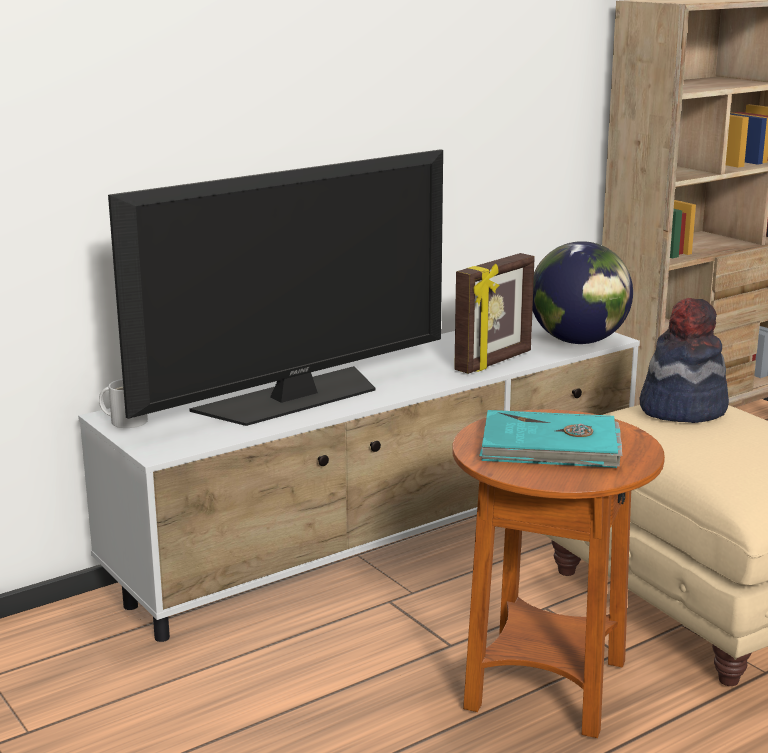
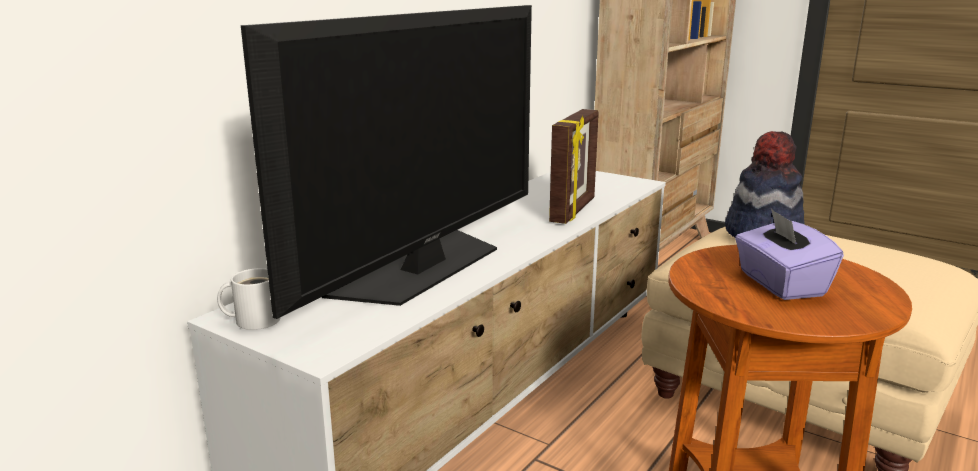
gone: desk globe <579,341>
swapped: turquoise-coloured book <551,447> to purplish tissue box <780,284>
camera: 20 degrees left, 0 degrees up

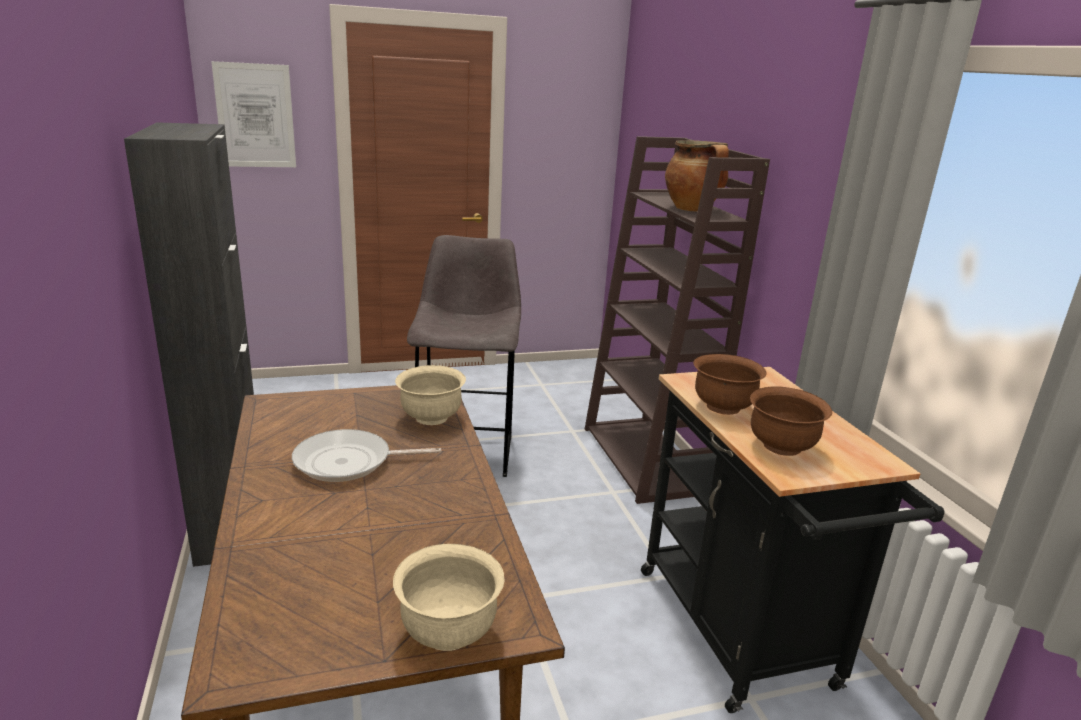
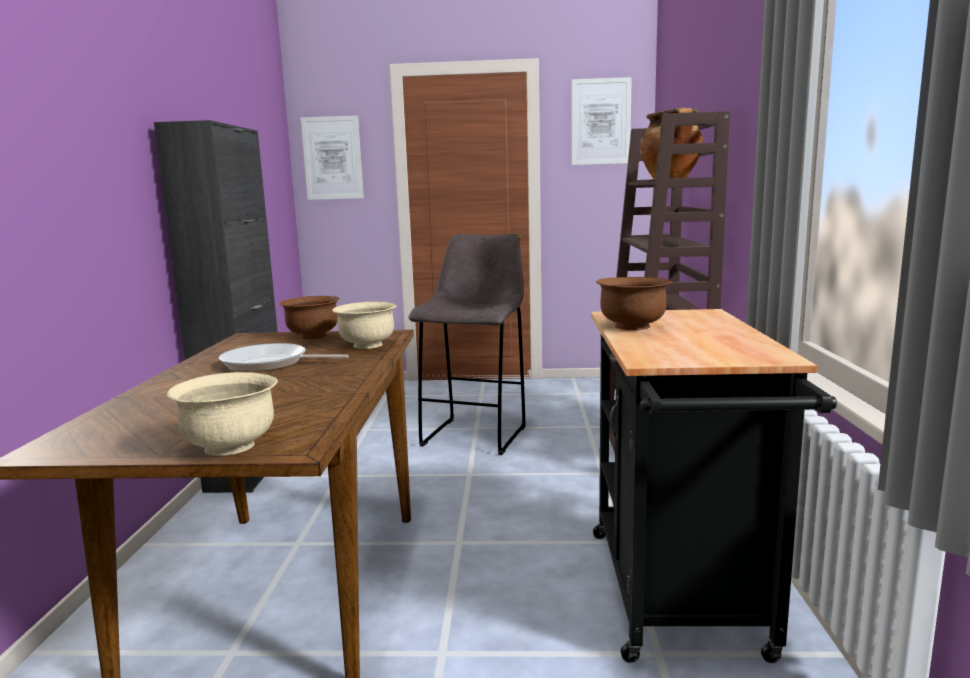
new: wall art <601,121>
shifted: brown deep dish <781,447> to <312,336>
camera: 20 degrees right, 10 degrees down

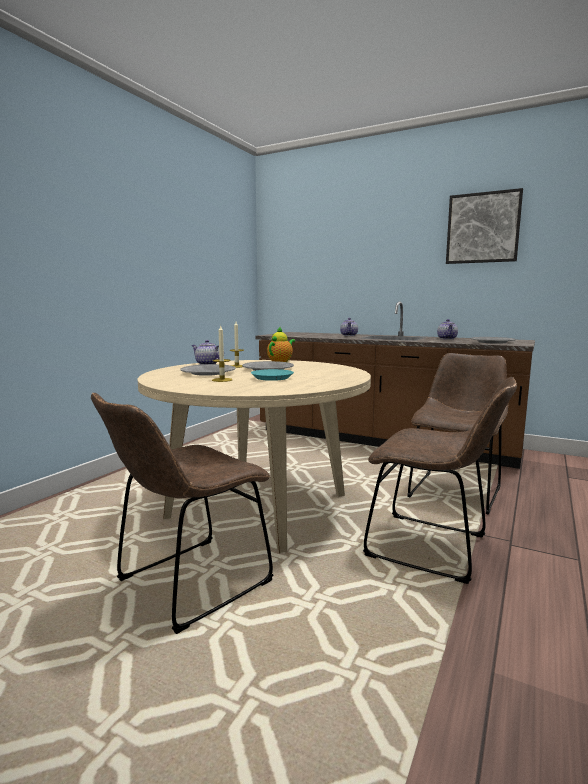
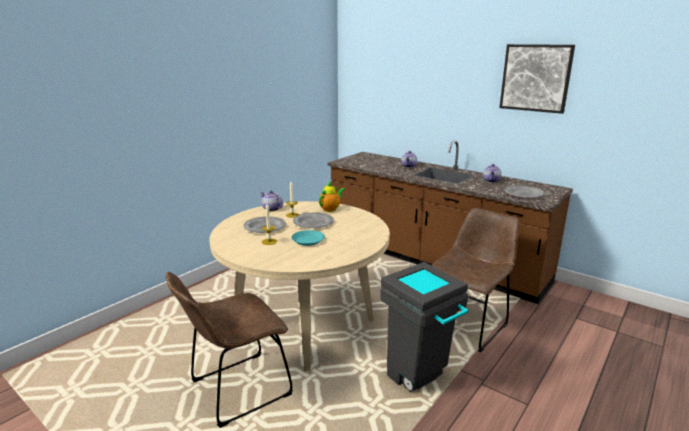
swapped: brown chair <433,548> to grey trash can <419,380>
camera: 10 degrees right, 10 degrees up

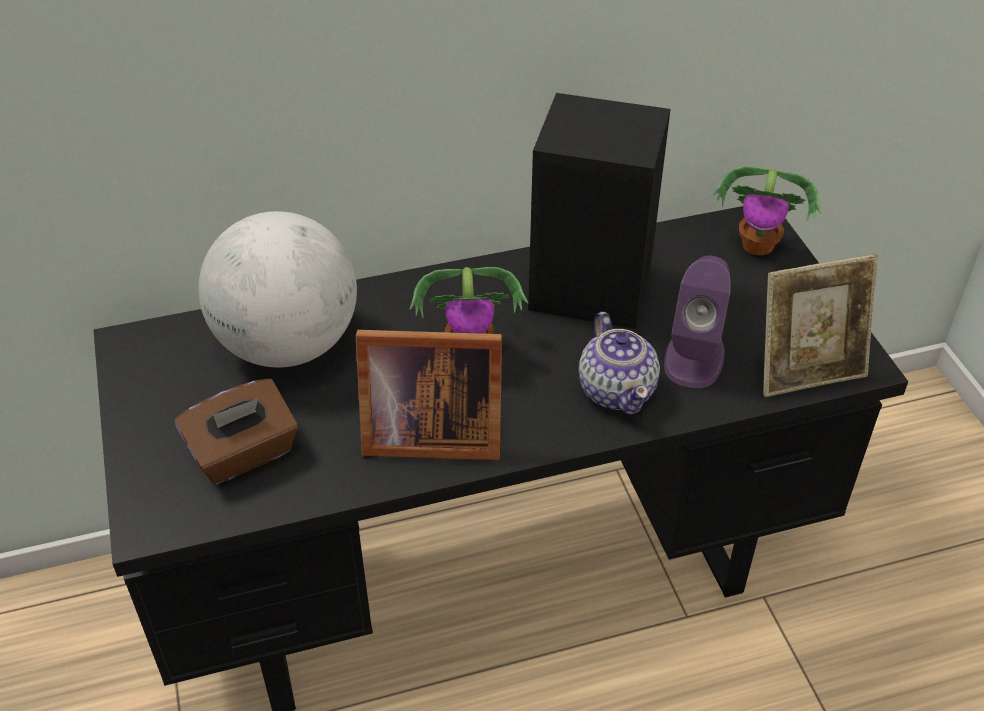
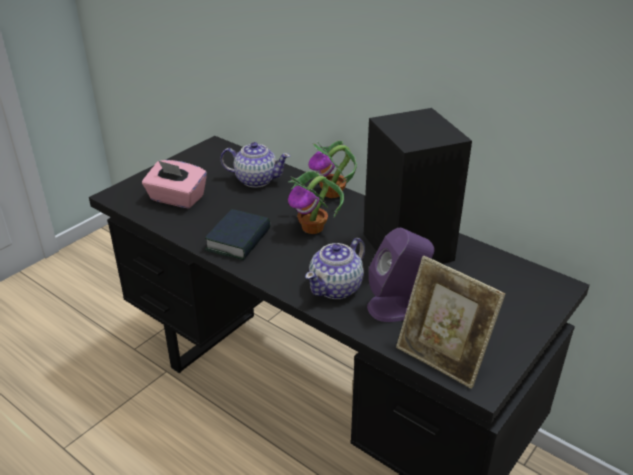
shifted: houseplant <759,245> to <333,193>
swapped: desk globe <287,345> to teapot <256,180>; picture frame <427,433> to book <238,240>
repainted: brown tissue box <244,454> to pink-coloured tissue box <176,199>
camera: 55 degrees right, 10 degrees down

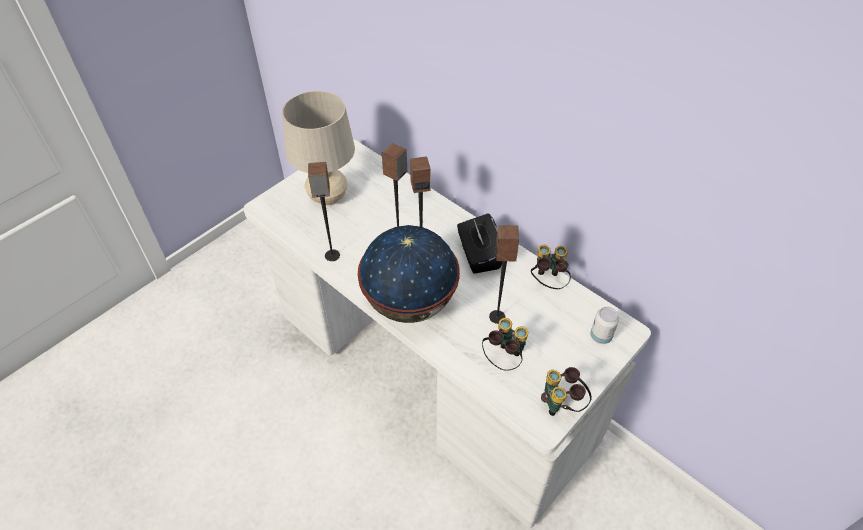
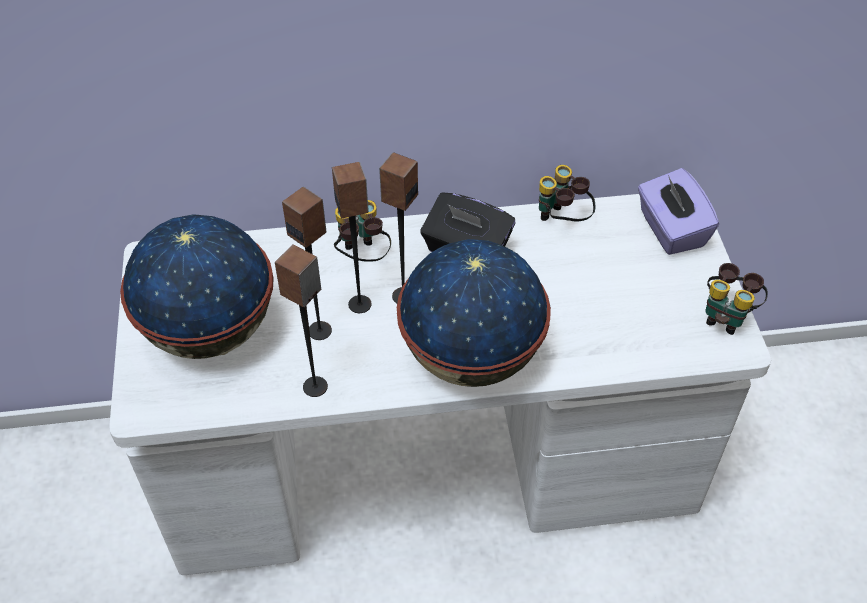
shifted: binoculars <503,358> to <362,257>; speaker <497,317> to <320,330>
swapped: beige-coloured tabletop lamp <328,197> to desk globe <209,331>; sealed can <600,336> to purplish tissue box <670,230>
camera: 50 degrees left, 0 degrees up

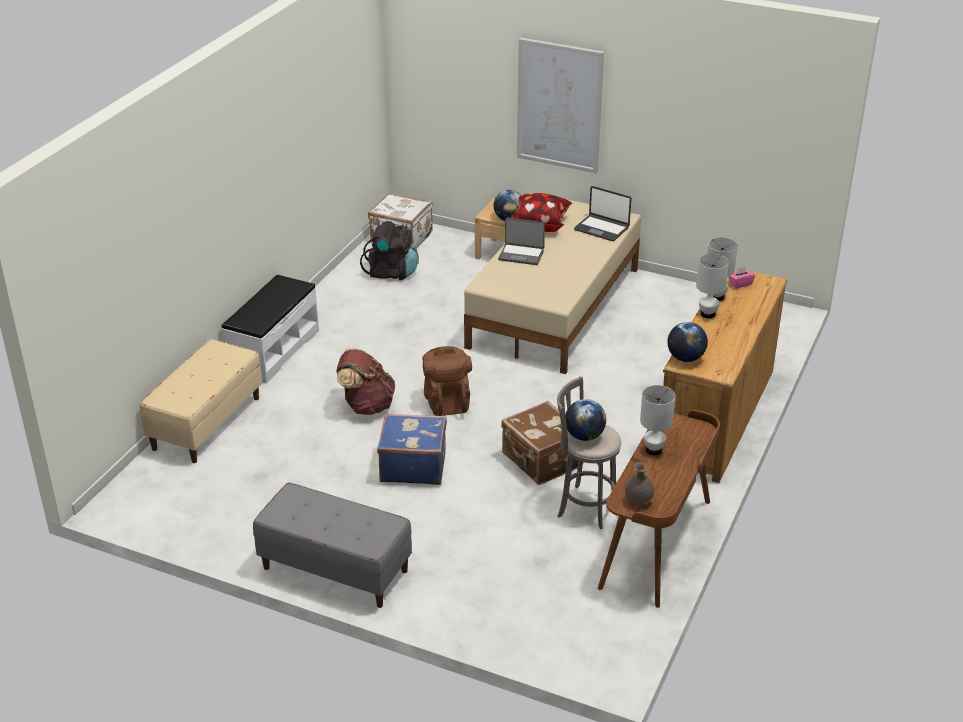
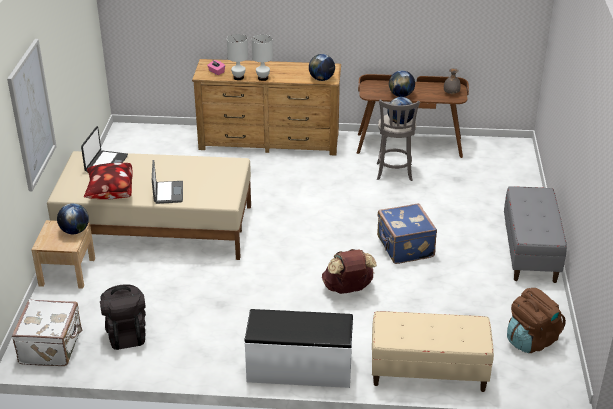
gone: brown suitcase <541,461>
shifted: brown knapsack <447,402> to <531,340>
swapped: white-coloured tabletop lamp <653,449> to desk globe <401,95>
camera: 110 degrees left, 0 degrees up

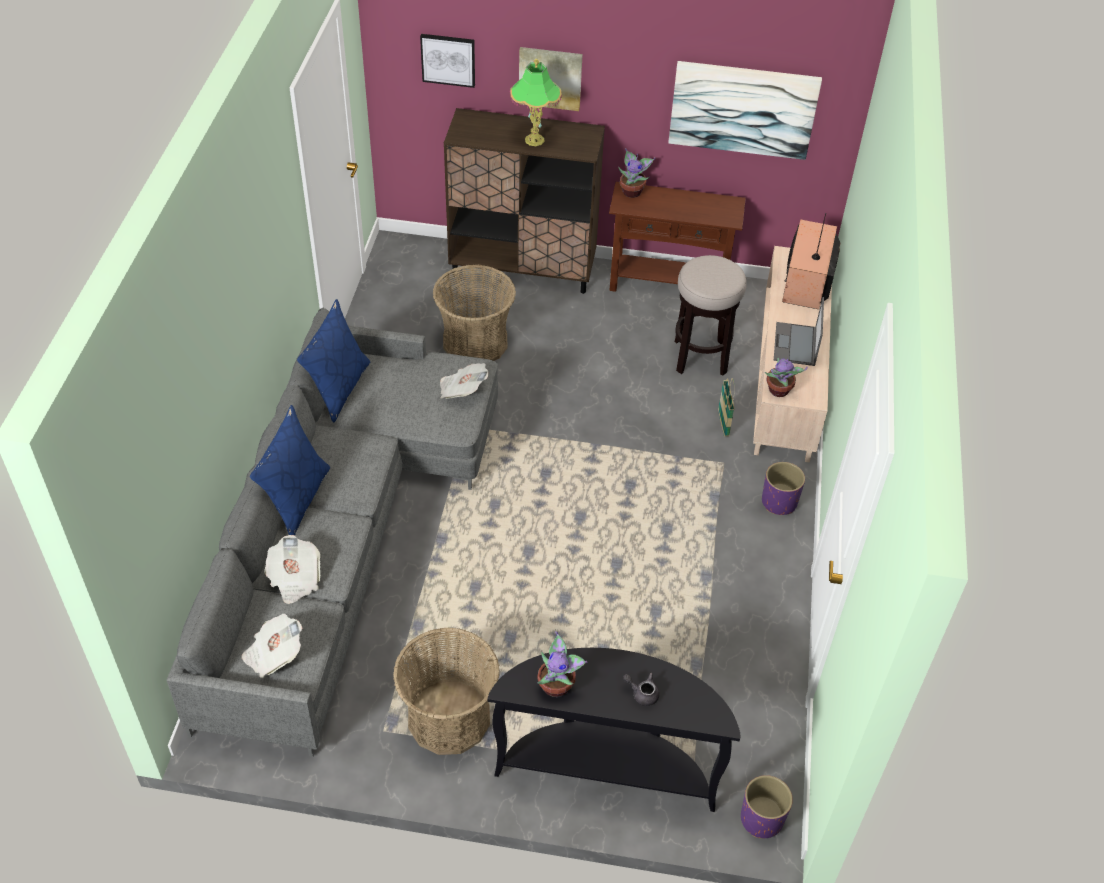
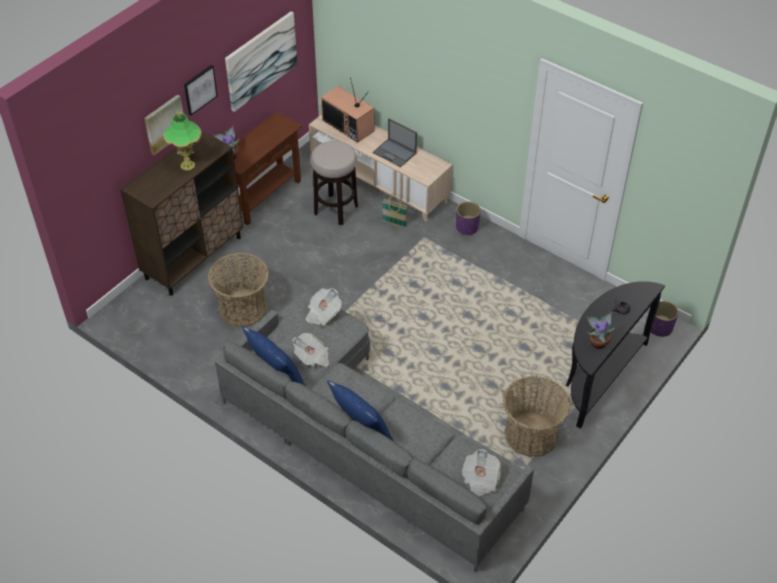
gone: houseplant <778,391>
shifted: daily paper <294,579> to <312,357>; wall art <448,59> to <199,89>
camera: 60 degrees left, 0 degrees up

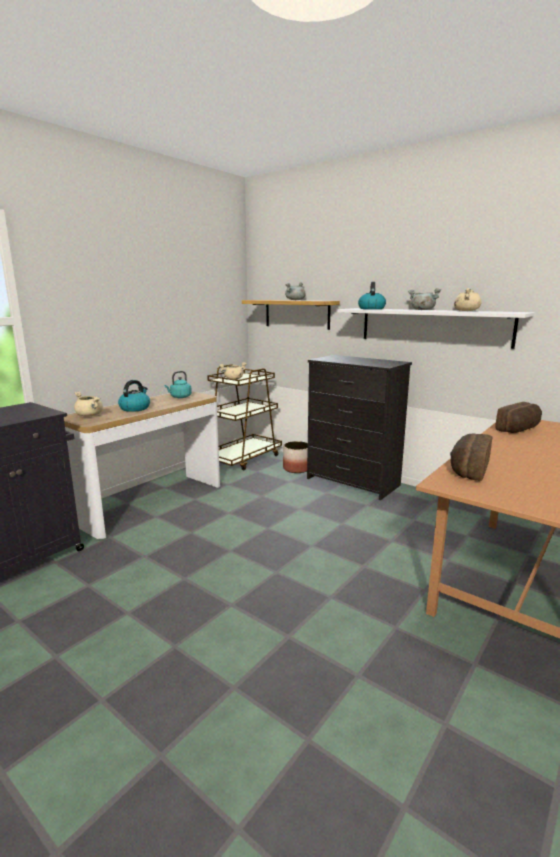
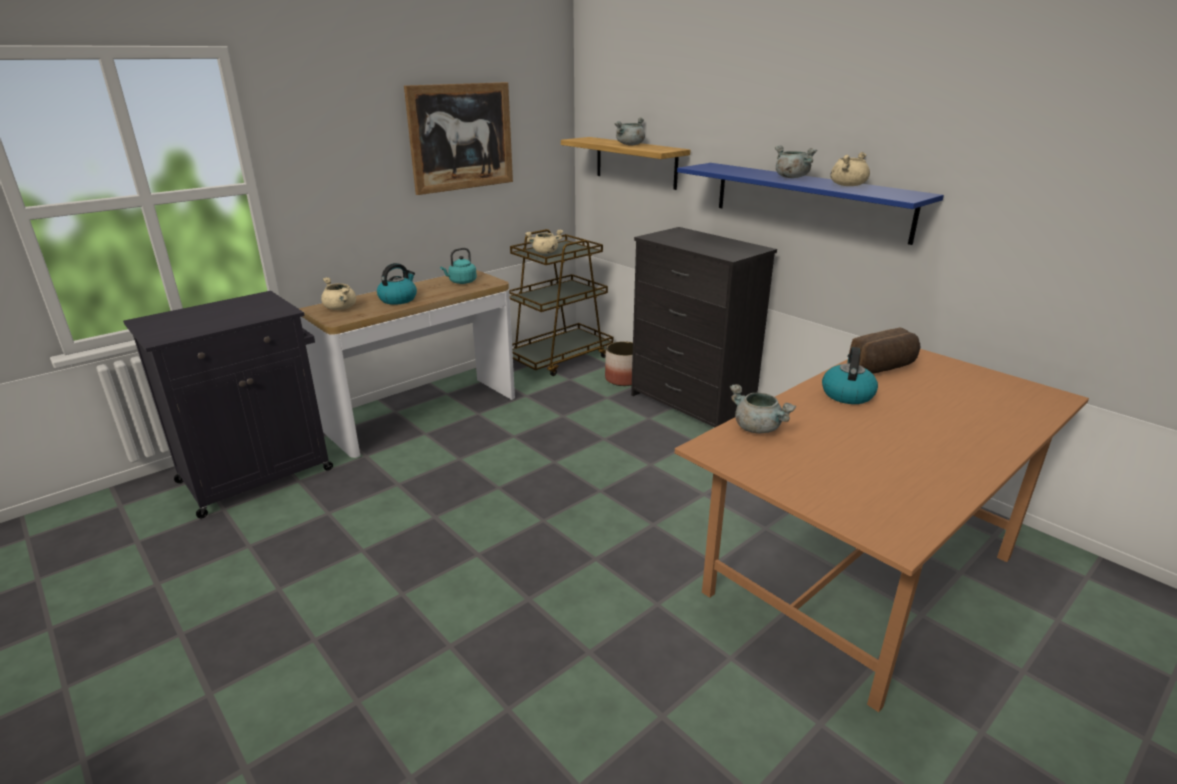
new: wall art <461,137>
shifted: kettle <371,308> to <847,394>
swapped: bakery bread <467,469> to grey saucepot <758,428>
repainted: white-coloured shelf <433,326> to blue shelf <809,200>
camera: 10 degrees right, 10 degrees up

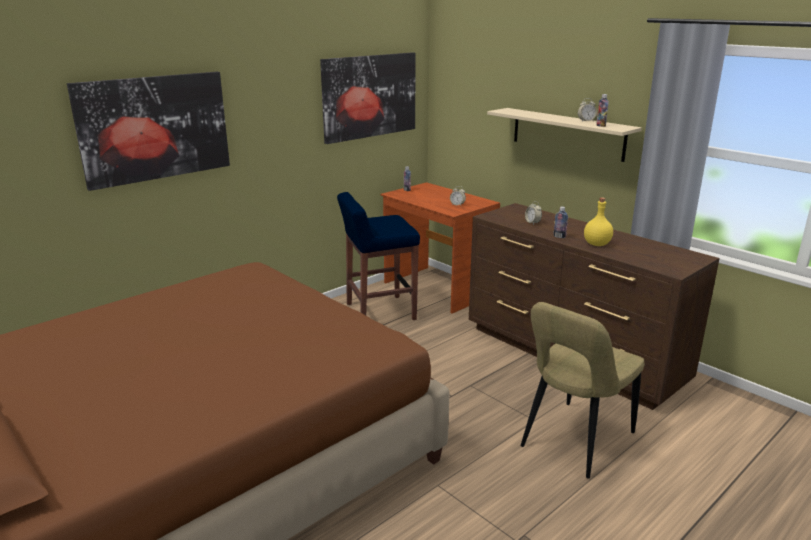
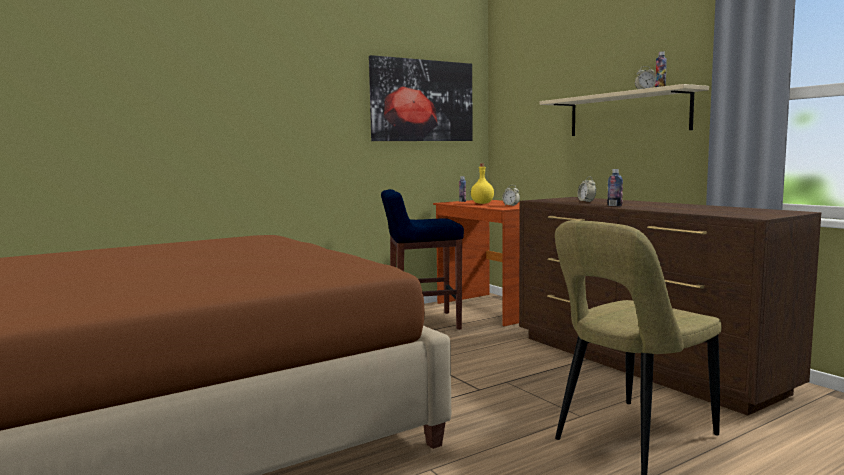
gone: wall art <154,128>
shifted: yellow-coloured beverage bottle <596,244> to <482,203>
camera: 10 degrees right, 15 degrees down

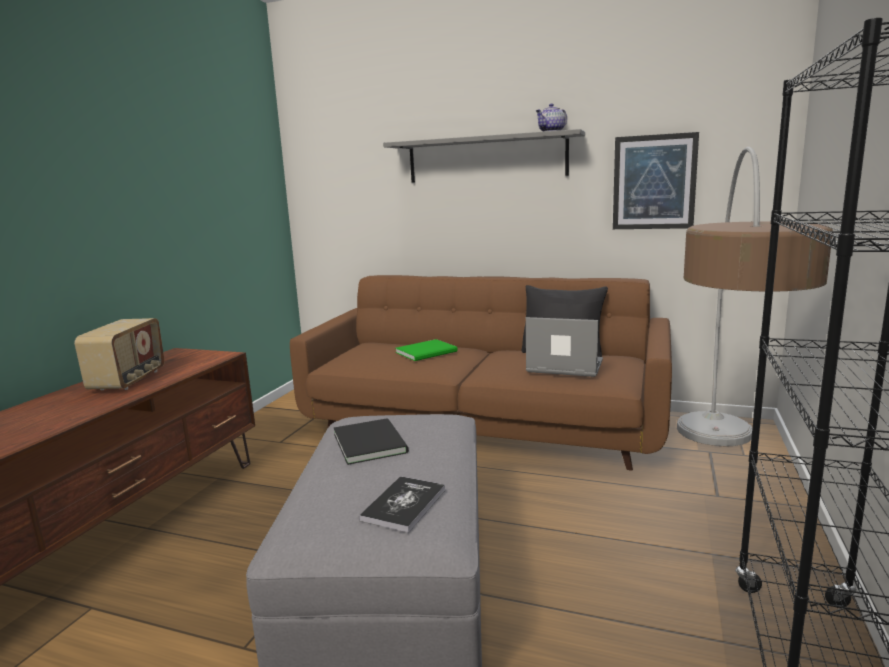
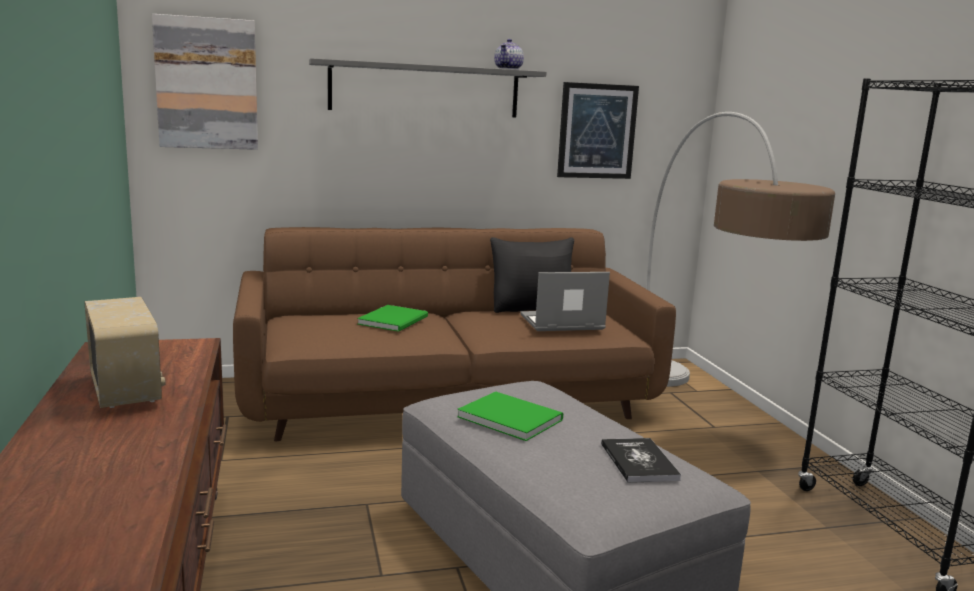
new: wall art <207,84>
repainted: black book <371,442> to green book <509,417>
camera: 35 degrees left, 0 degrees up

